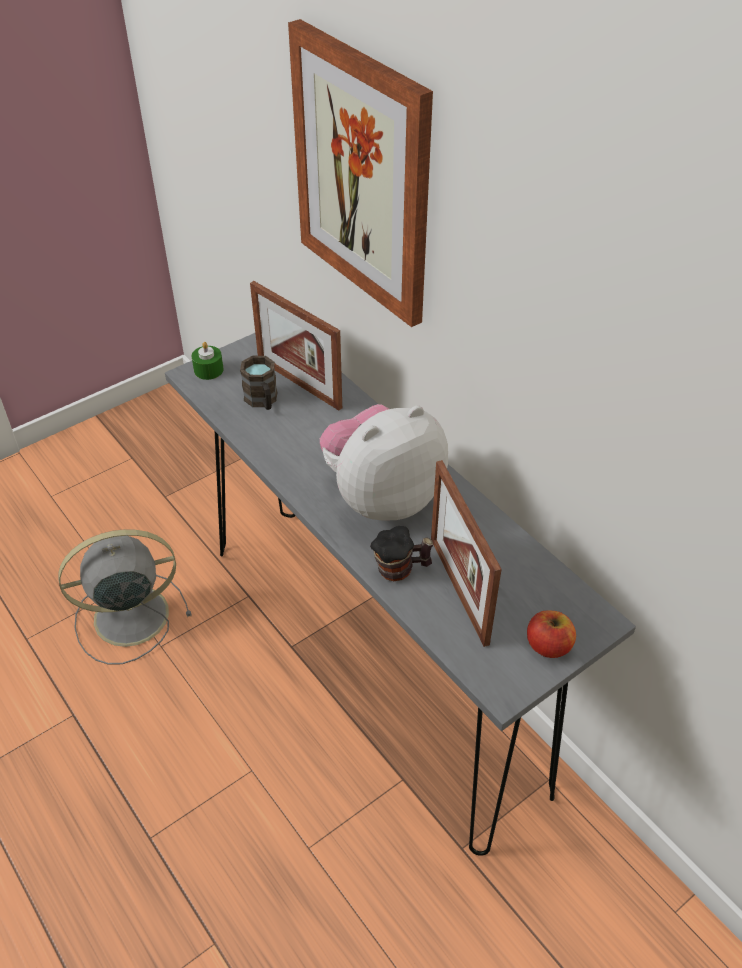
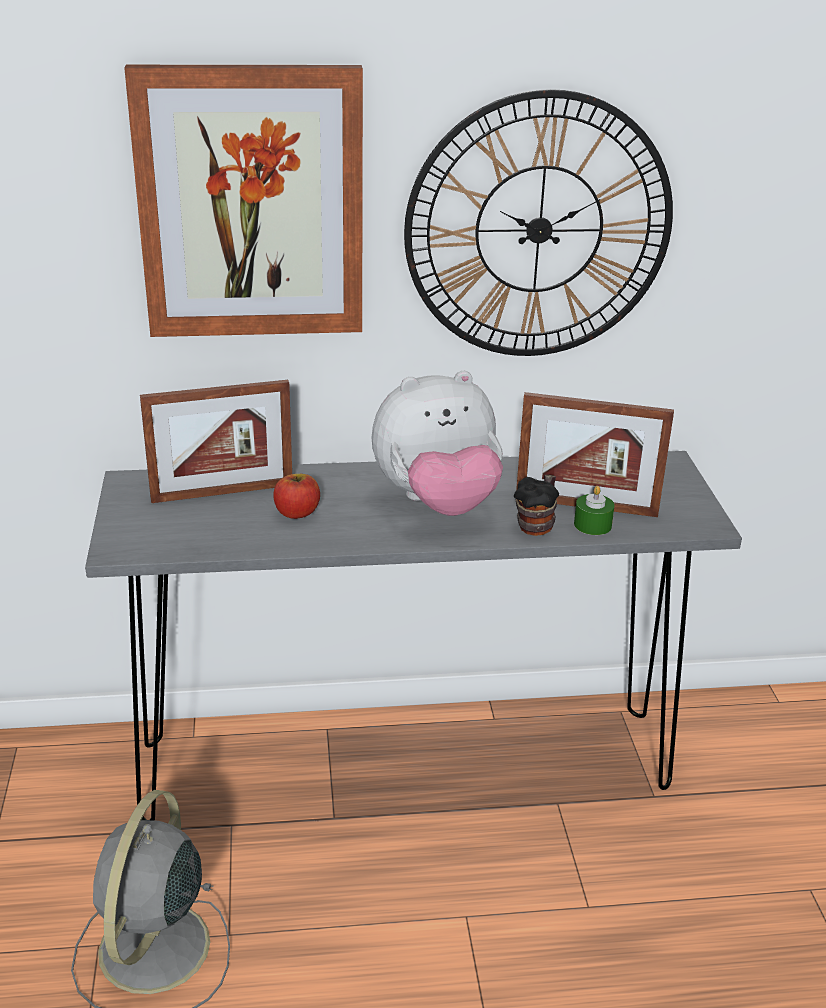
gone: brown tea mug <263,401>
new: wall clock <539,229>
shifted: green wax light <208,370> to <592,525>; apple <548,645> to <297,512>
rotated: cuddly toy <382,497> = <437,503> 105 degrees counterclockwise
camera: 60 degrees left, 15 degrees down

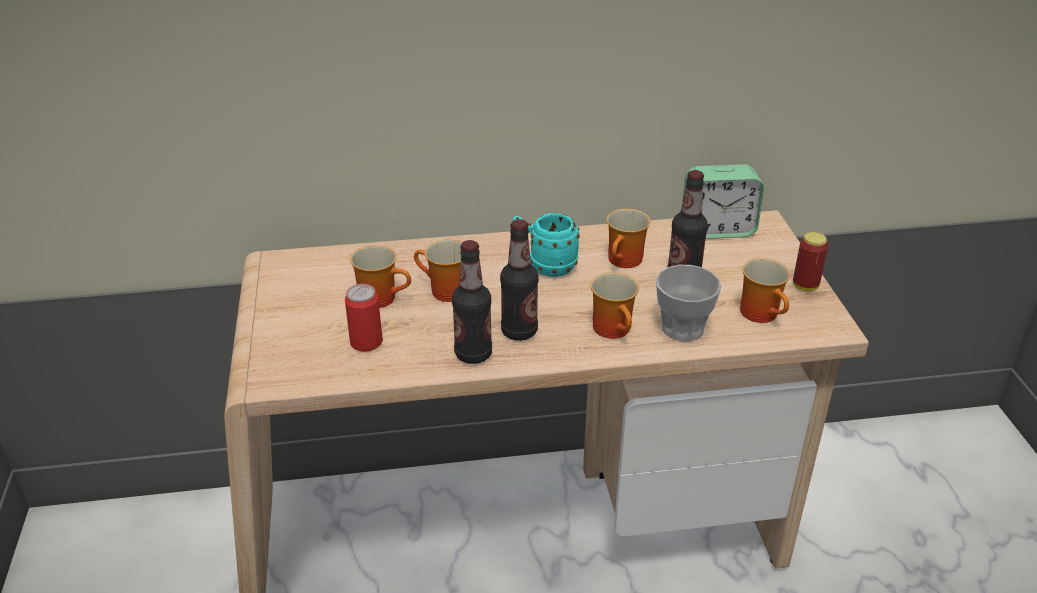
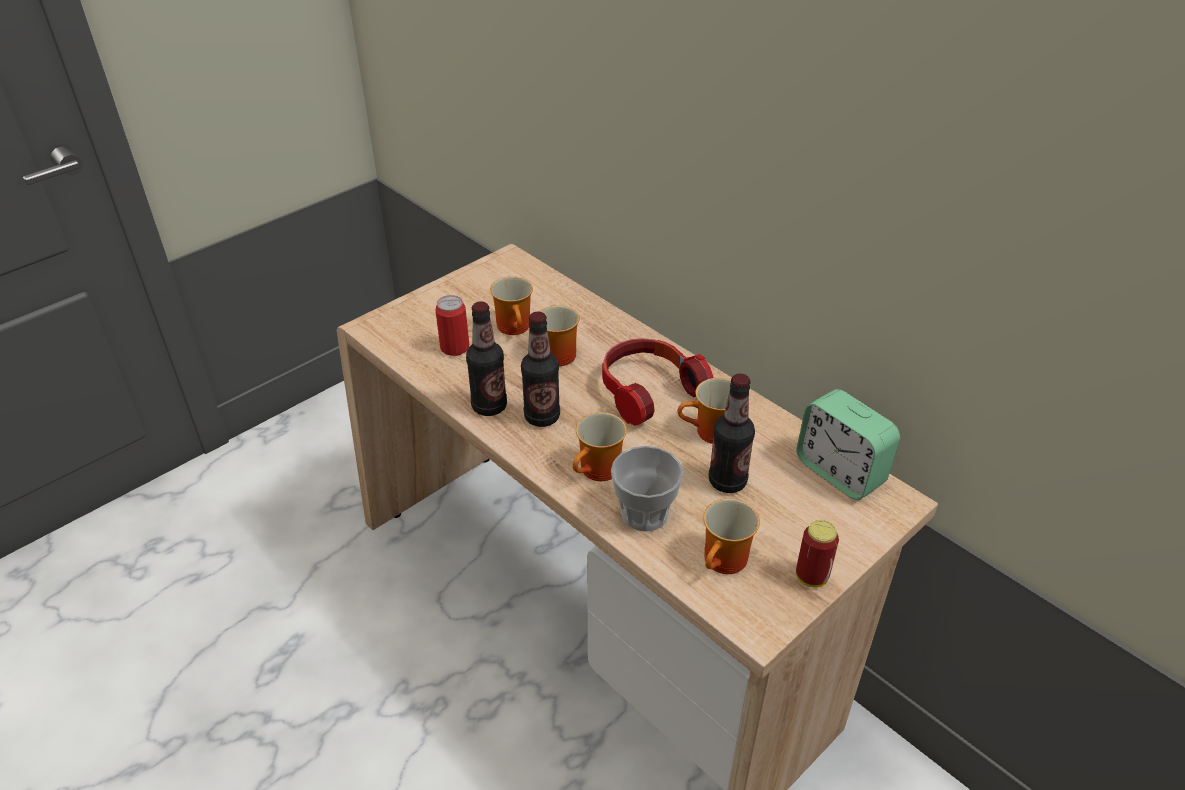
swapped: turquoise-coloured tea mug <545,267> to headphones <647,390>
camera: 55 degrees right, 5 degrees up

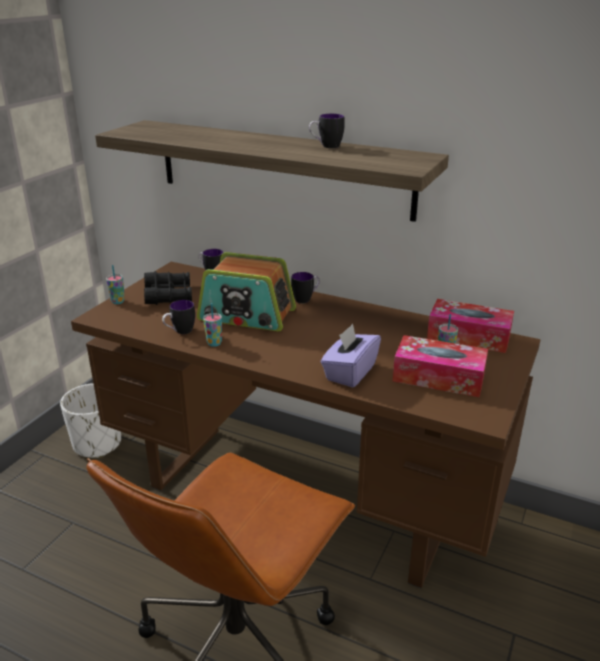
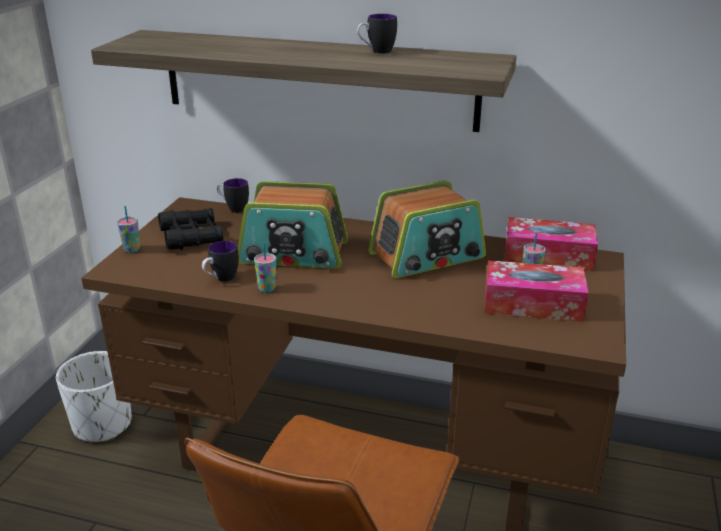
gone: tea mug <306,299>; purplish tissue box <350,372>
new: radio set <427,256>
camera: 10 degrees left, 0 degrees up

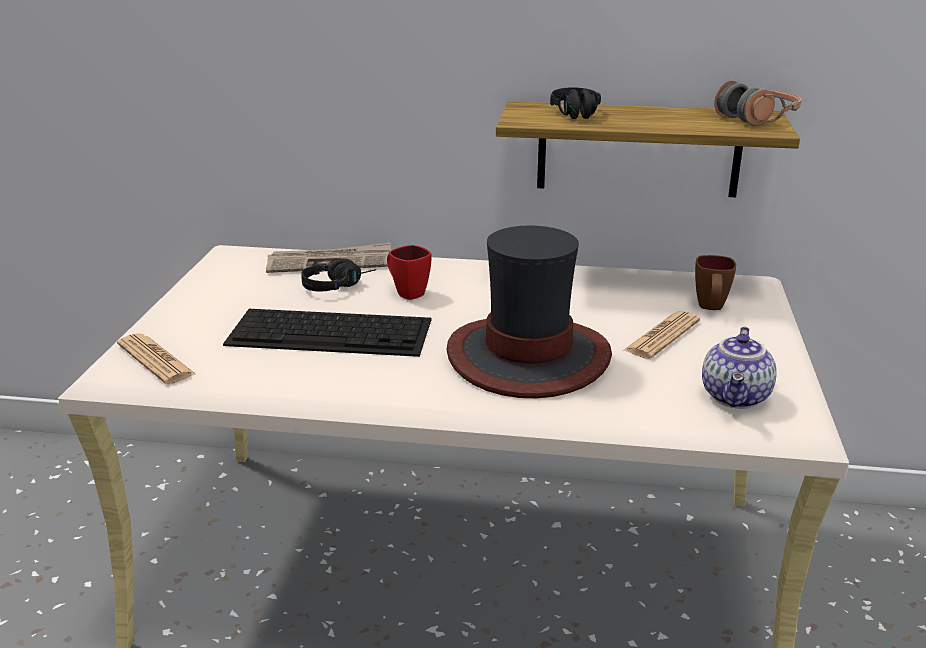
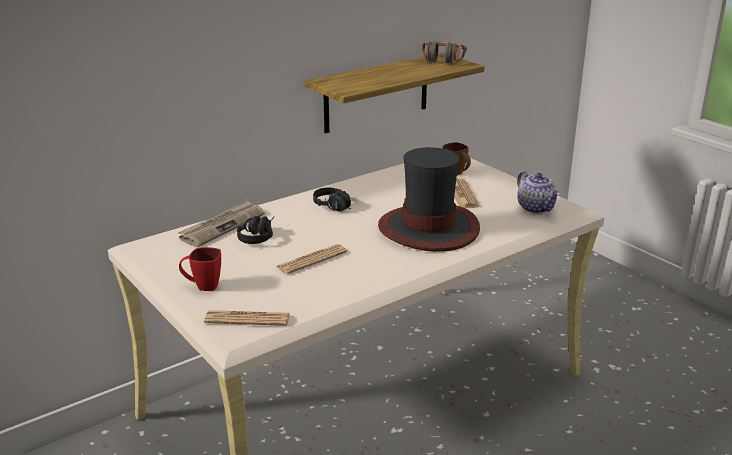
shifted: red-coloured tea mug <406,292> to <202,286>; black headphones <577,115> to <336,207>
swapped: PC keyboard <332,332> to daily paper <311,260>
camera: 45 degrees left, 0 degrees up

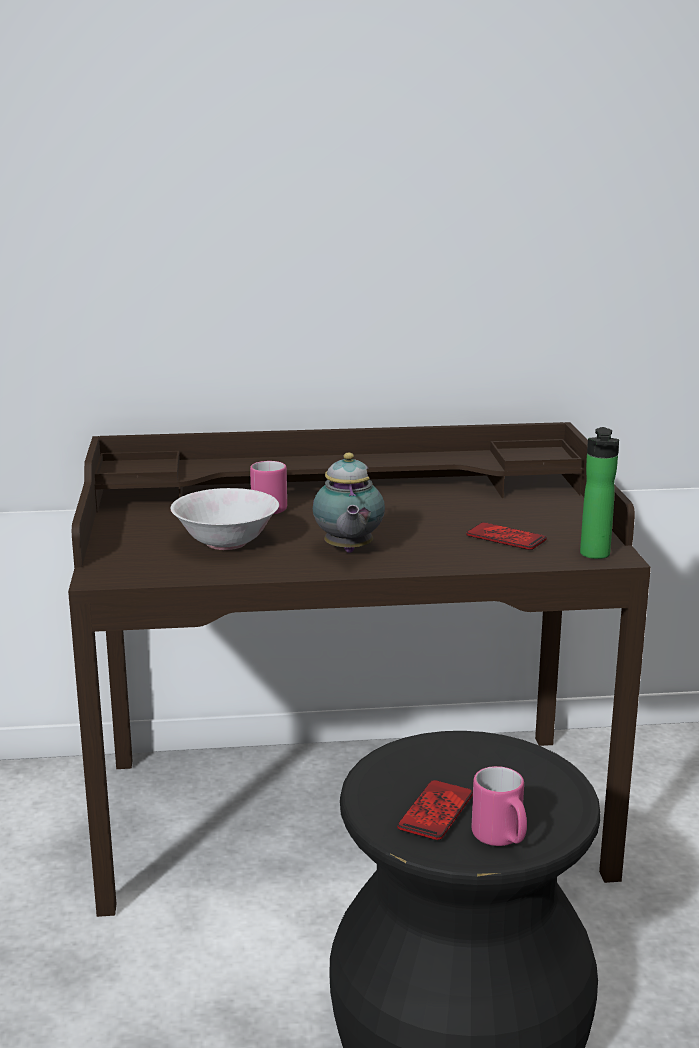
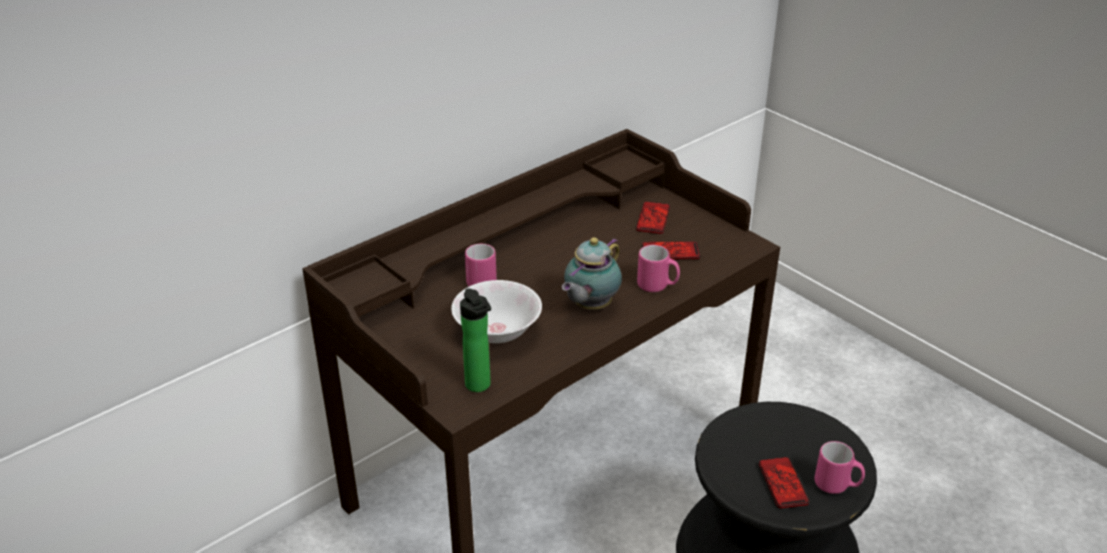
new: handset <653,218>; pink-coloured tea mug <657,286>
shifted: beverage bottle <595,555> to <479,386>
rotated: teapot <348,551> = <590,306> 75 degrees clockwise
camera: 35 degrees left, 15 degrees up

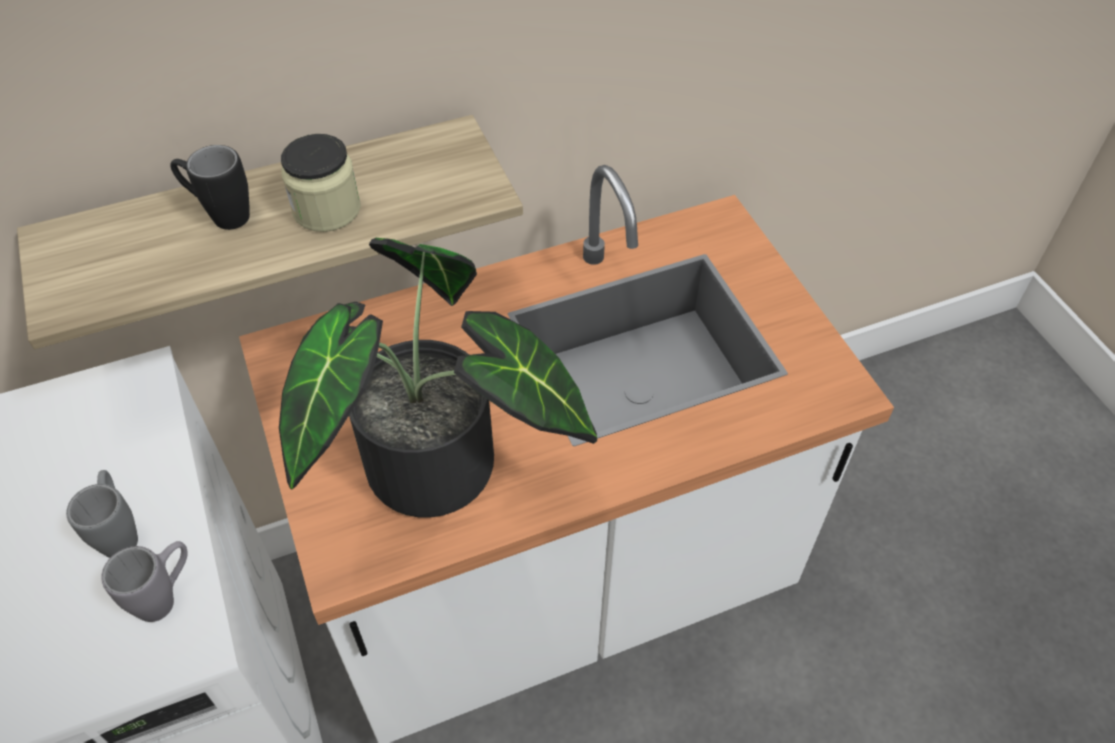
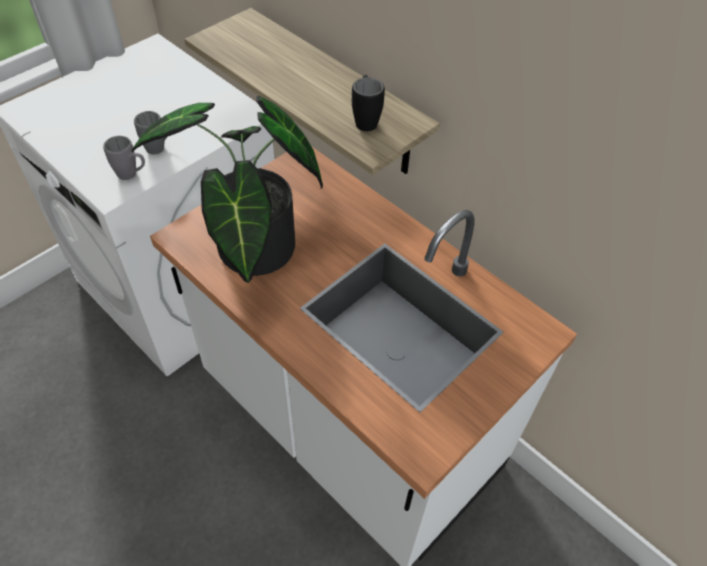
gone: jar <327,209>
shifted: black tea mug <220,215> to <365,119>
camera: 65 degrees right, 0 degrees up

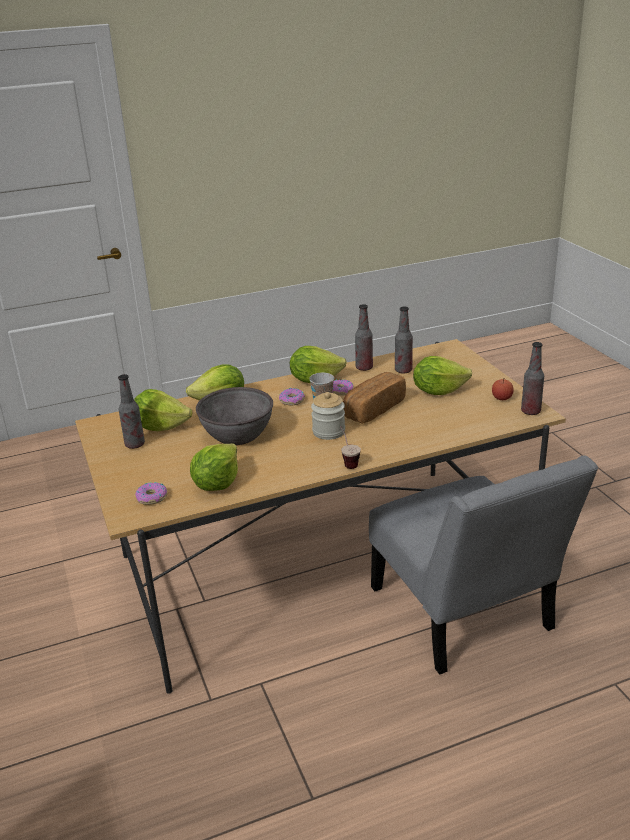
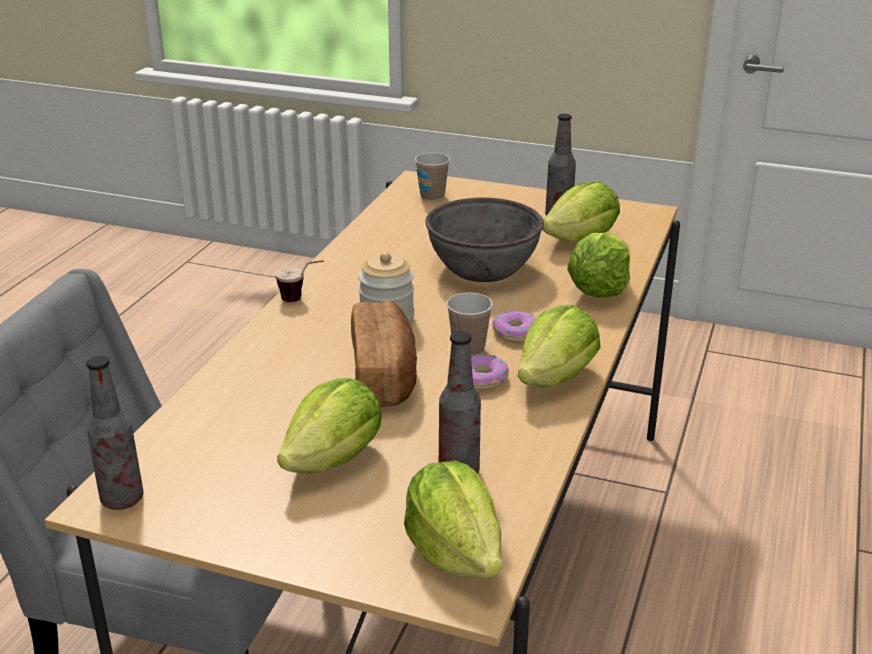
gone: beverage bottle <364,368>; apple <502,398>
shifted: lettuce head <217,483> to <455,552>
swapped: ring doughnut <151,498> to cup <432,196>
camera: 130 degrees right, 0 degrees up

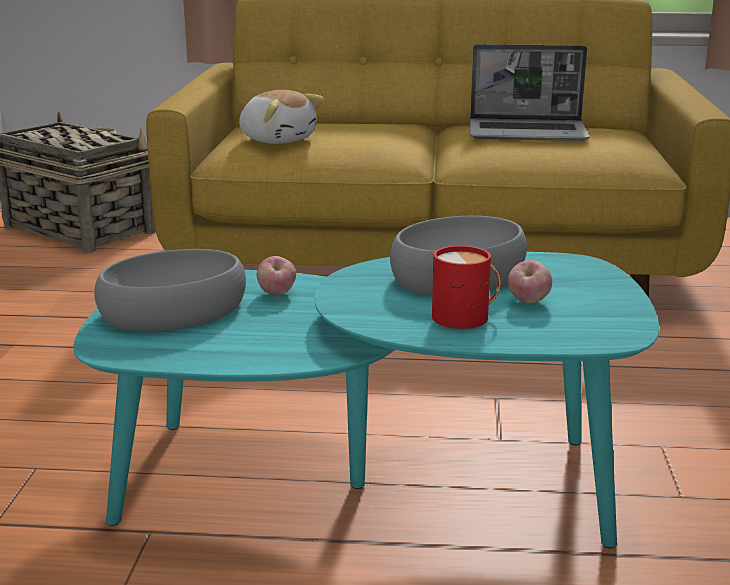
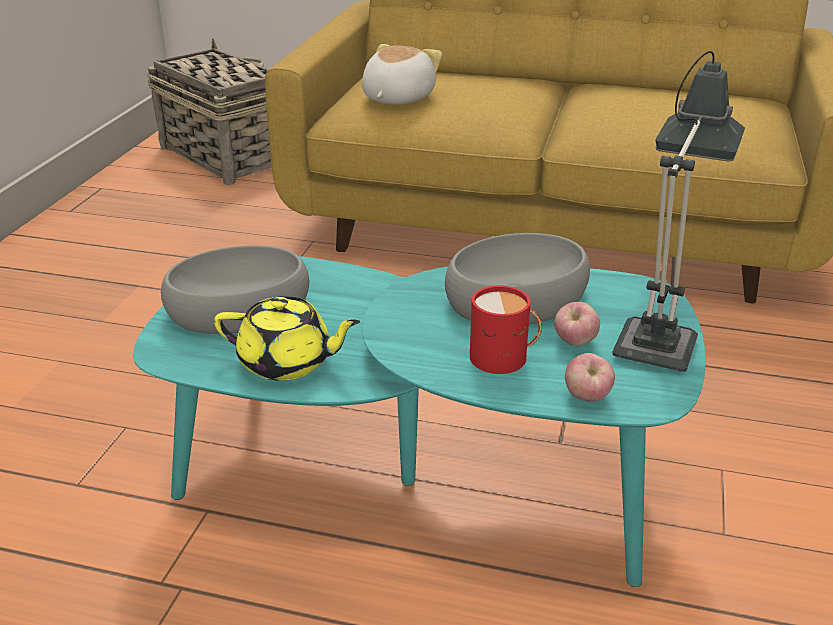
gone: portable computer <528,133>
new: yellow-coloured teapot <287,363>; tabletop lamp <659,337>
shifted: apple <277,294> to <587,398>
rotated: cuddly toy <278,140> = <396,98> 120 degrees counterclockwise
camera: 10 degrees right, 10 degrees up

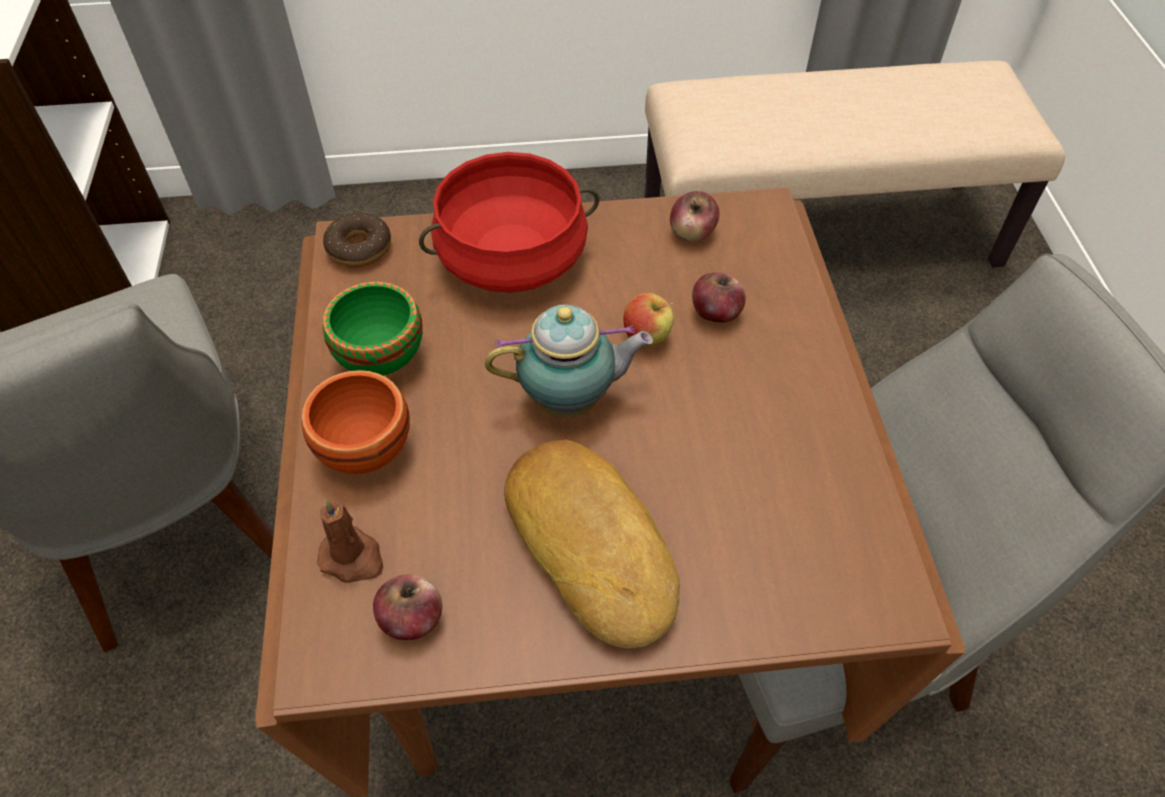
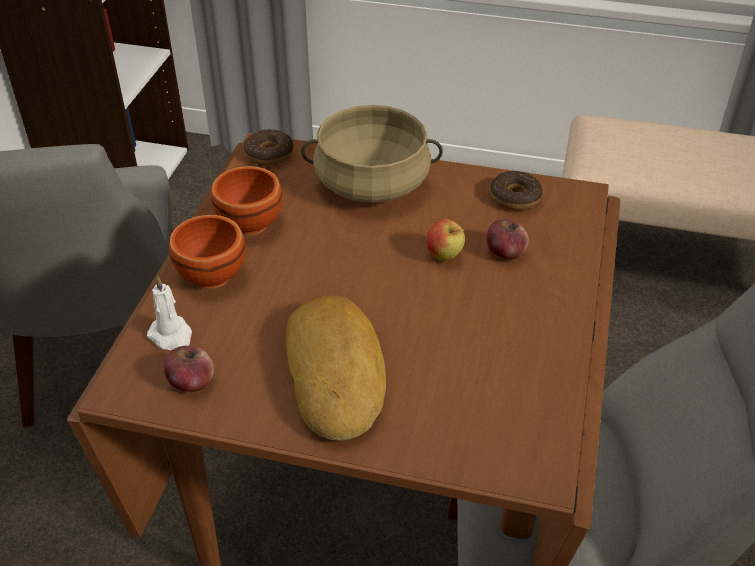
gone: teapot <572,400>
swapped: apple <692,233> to ring doughnut <515,197>
repainted: brown wax light <353,558> to white-coloured wax light <171,336>; green deep dish <381,356> to brown deep dish <251,222>; red-coloured saucepot <512,259> to beige-coloured saucepot <371,184>
camera: 20 degrees right, 10 degrees down

